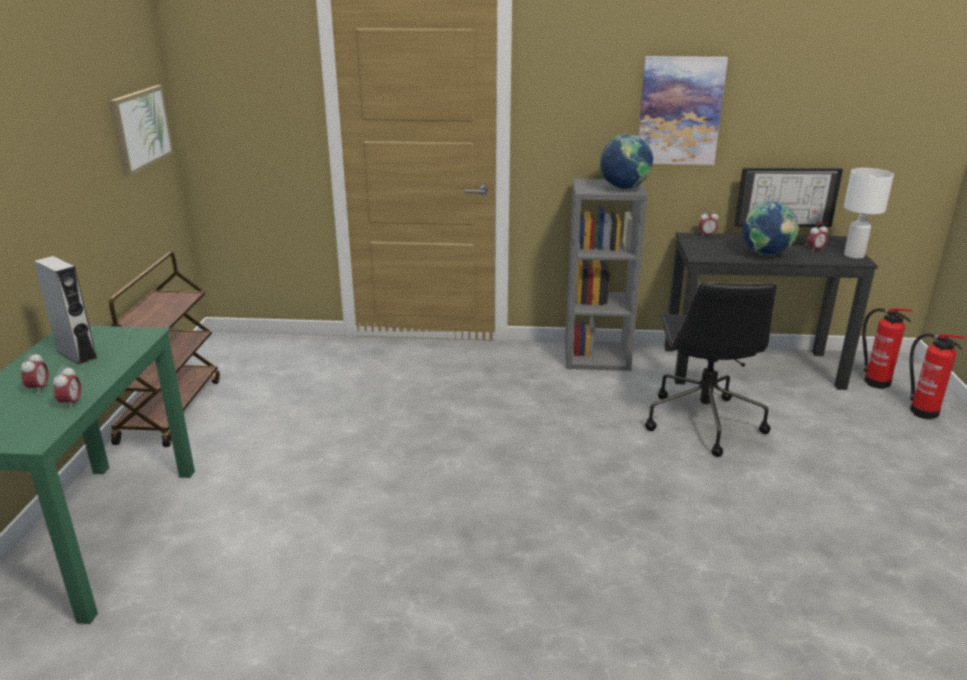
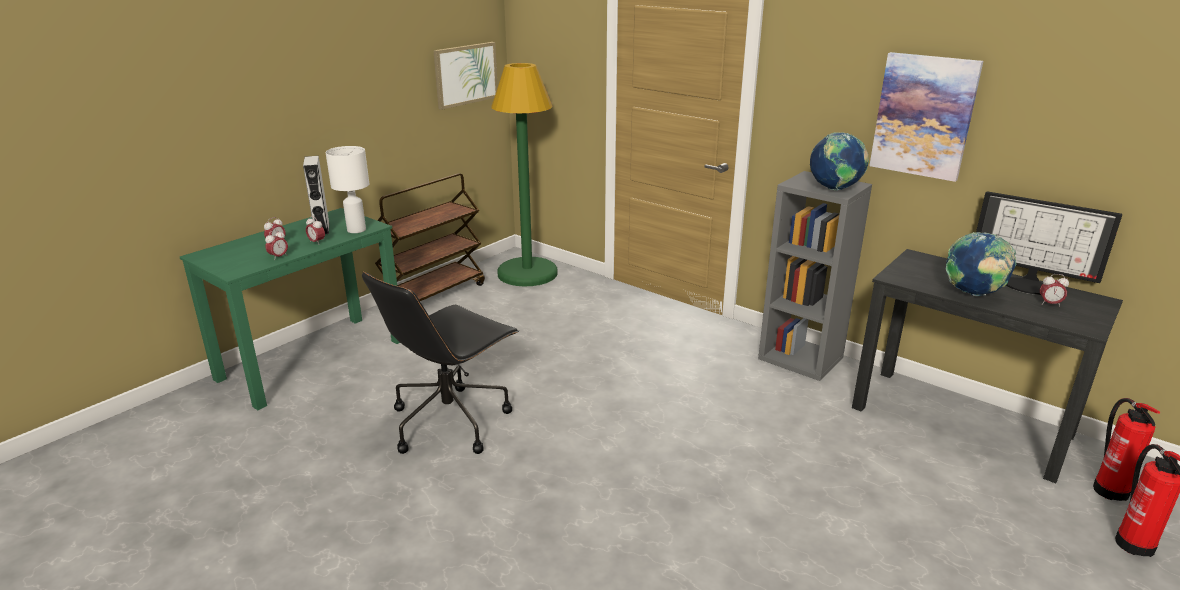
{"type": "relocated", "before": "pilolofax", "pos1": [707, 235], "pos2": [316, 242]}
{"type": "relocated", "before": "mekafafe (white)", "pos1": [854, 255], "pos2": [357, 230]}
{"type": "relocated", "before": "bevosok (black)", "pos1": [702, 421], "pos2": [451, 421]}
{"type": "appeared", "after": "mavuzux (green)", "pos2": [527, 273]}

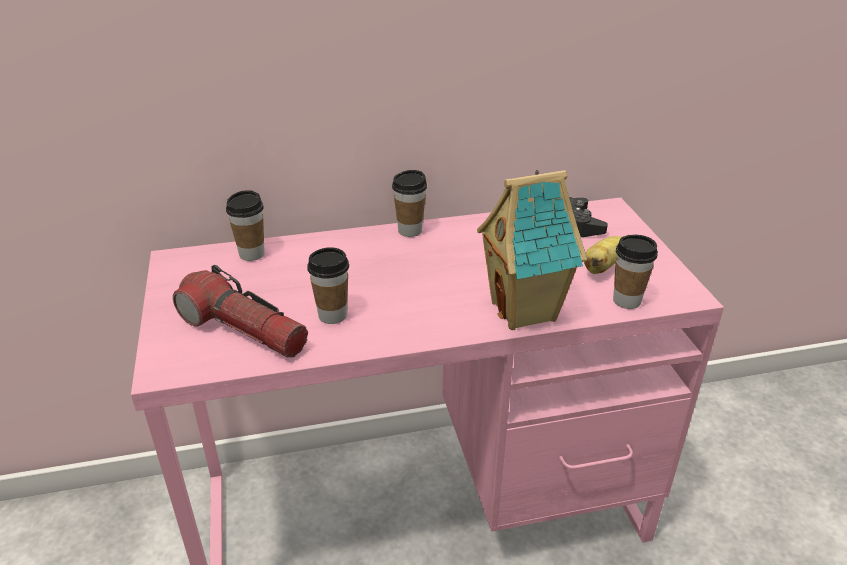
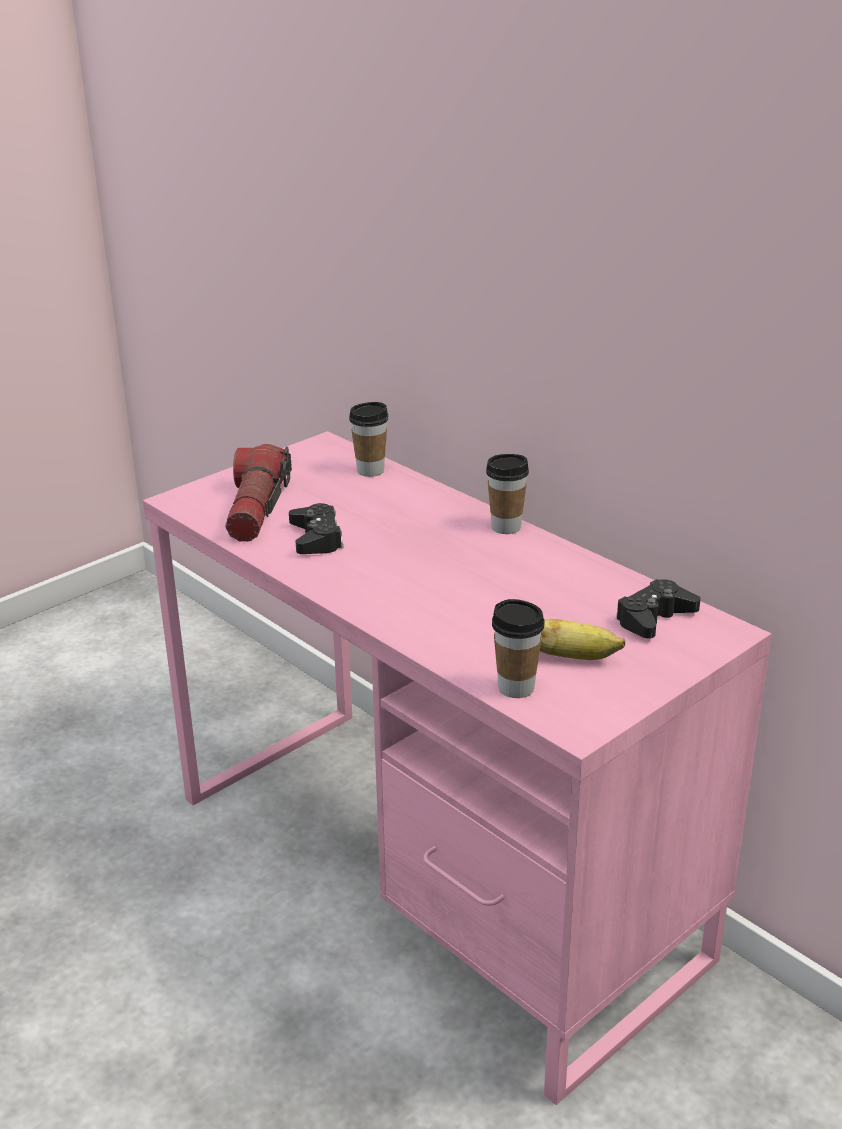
{"type": "exchanged", "before": "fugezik", "after": "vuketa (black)", "pos1": [332, 315], "pos2": [316, 538]}
{"type": "missing", "before": "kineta", "pos1": [526, 311]}

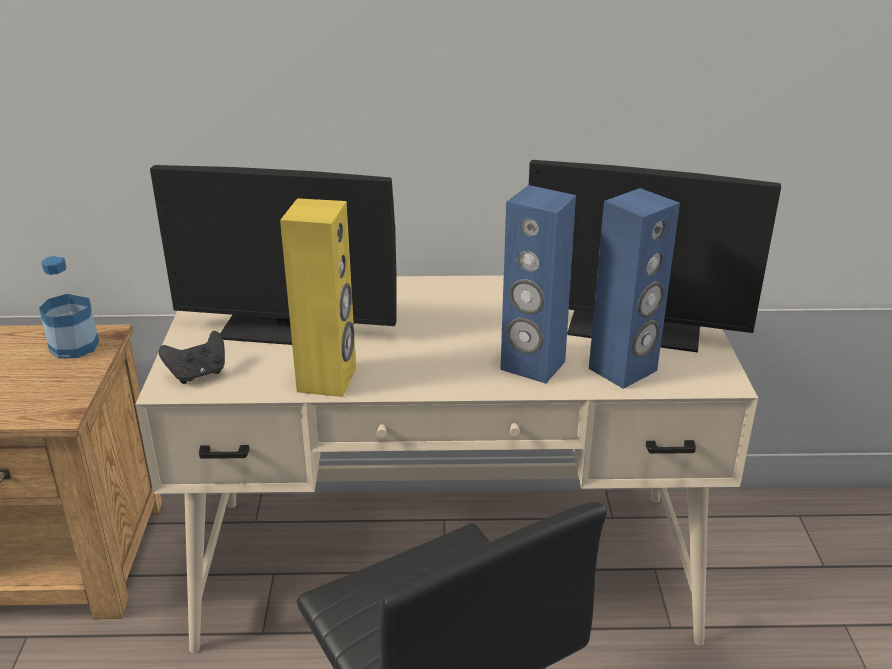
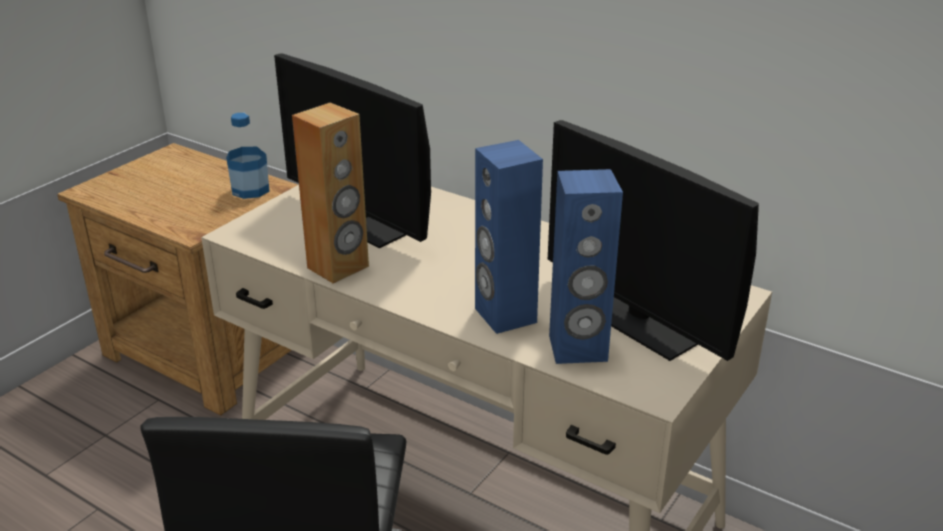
{"type": "colour", "before": "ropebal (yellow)", "after": "ropebal (brown)", "pos1": [328, 380], "pos2": [338, 267]}
{"type": "missing", "before": "vuketa (black)", "pos1": [198, 374]}

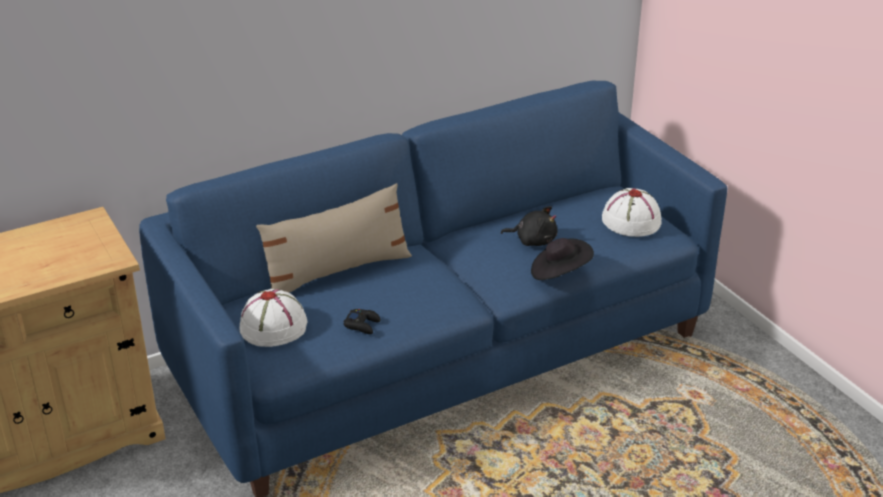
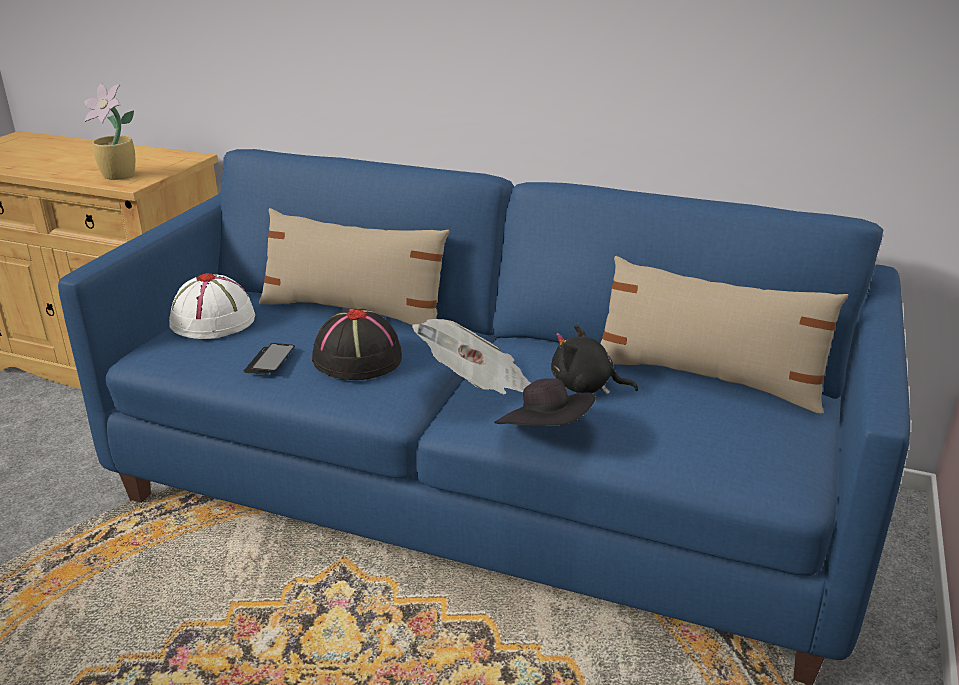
{"type": "appeared", "after": "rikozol", "pos2": [119, 176]}
{"type": "exchanged", "before": "vuketa (black)", "after": "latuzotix", "pos1": [362, 325], "pos2": [269, 360]}
{"type": "appeared", "after": "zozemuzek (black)", "pos2": [356, 358]}
{"type": "appeared", "after": "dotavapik", "pos2": [477, 386]}
{"type": "spun", "before": "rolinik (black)", "pos1": [533, 240], "pos2": [586, 386], "turn": 135}
{"type": "appeared", "after": "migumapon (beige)", "pos2": [707, 378]}
{"type": "missing", "before": "zozemuzek (white)", "pos1": [630, 221]}

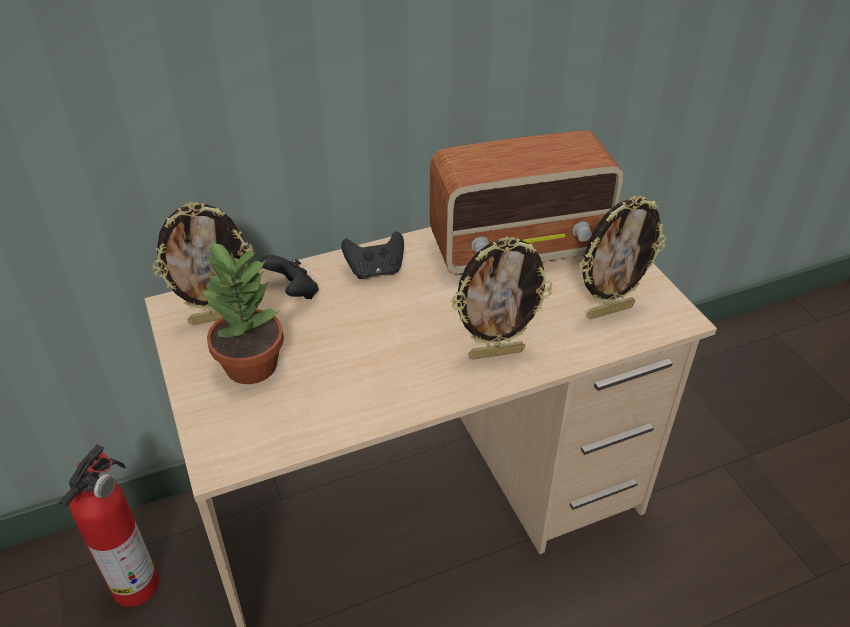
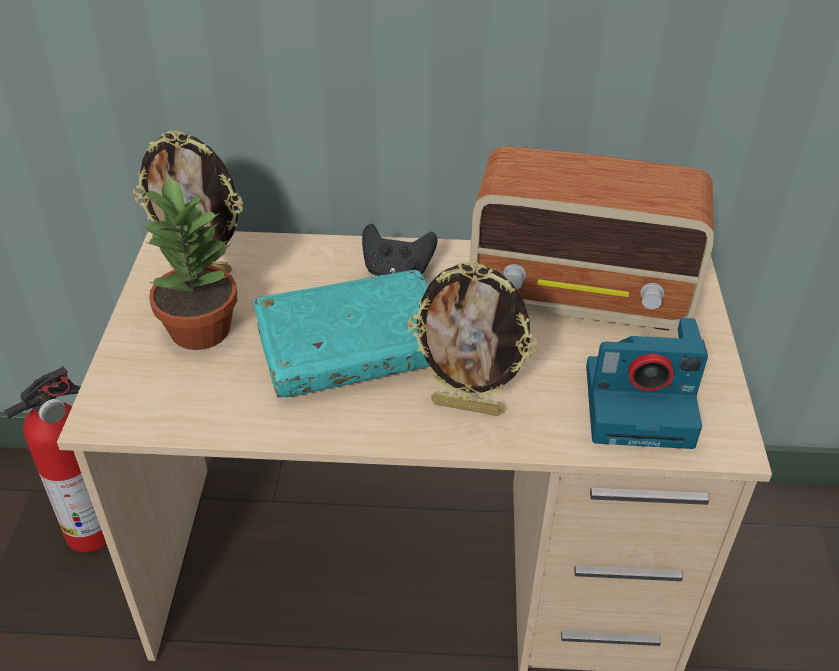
{"type": "appeared", "after": "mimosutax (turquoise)", "pos2": [352, 348]}
{"type": "exchanged", "before": "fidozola", "after": "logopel", "pos1": [609, 310], "pos2": [641, 404]}
{"type": "missing", "before": "vuketa (black)", "pos1": [294, 292]}

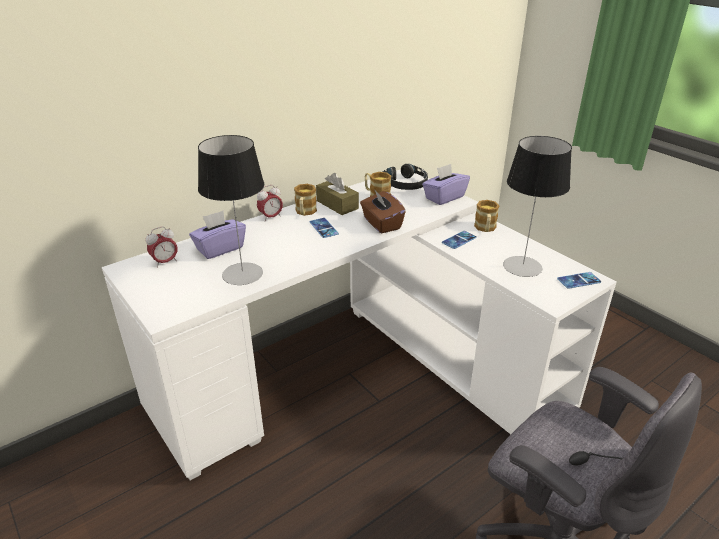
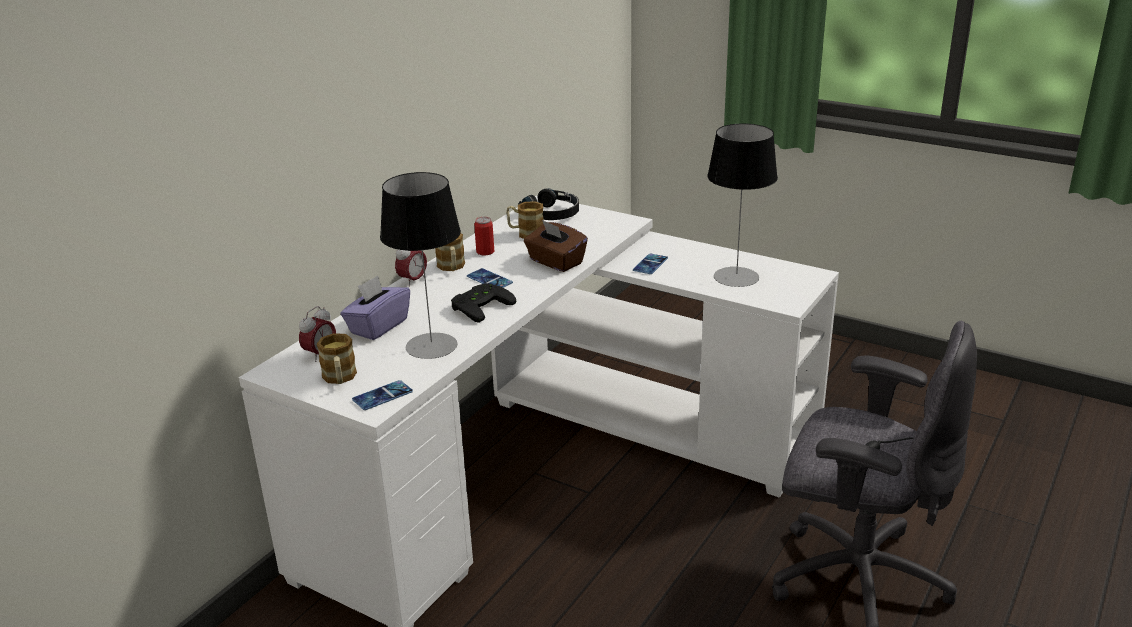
{"type": "relocated", "before": "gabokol", "pos1": [485, 229], "pos2": [340, 379]}
{"type": "relocated", "before": "latuzotix", "pos1": [579, 280], "pos2": [382, 396]}
{"type": "appeared", "after": "vuketa (black)", "pos2": [479, 305]}
{"type": "exchanged", "before": "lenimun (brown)", "after": "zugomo", "pos1": [337, 205], "pos2": [485, 252]}
{"type": "missing", "before": "lenimun (purple)", "pos1": [444, 197]}

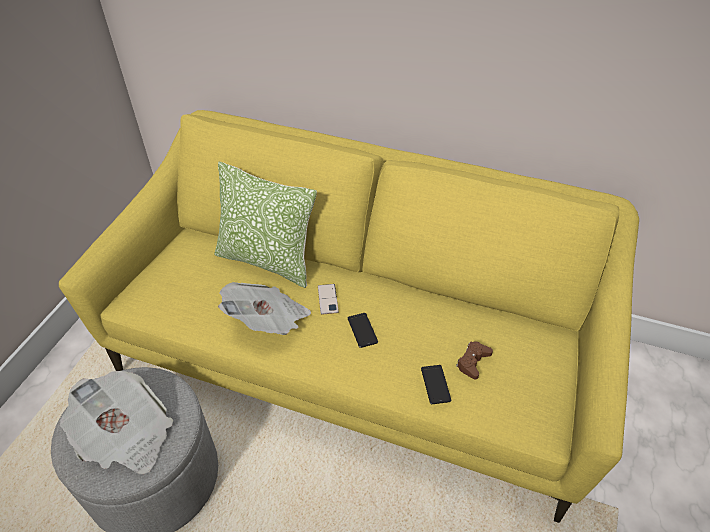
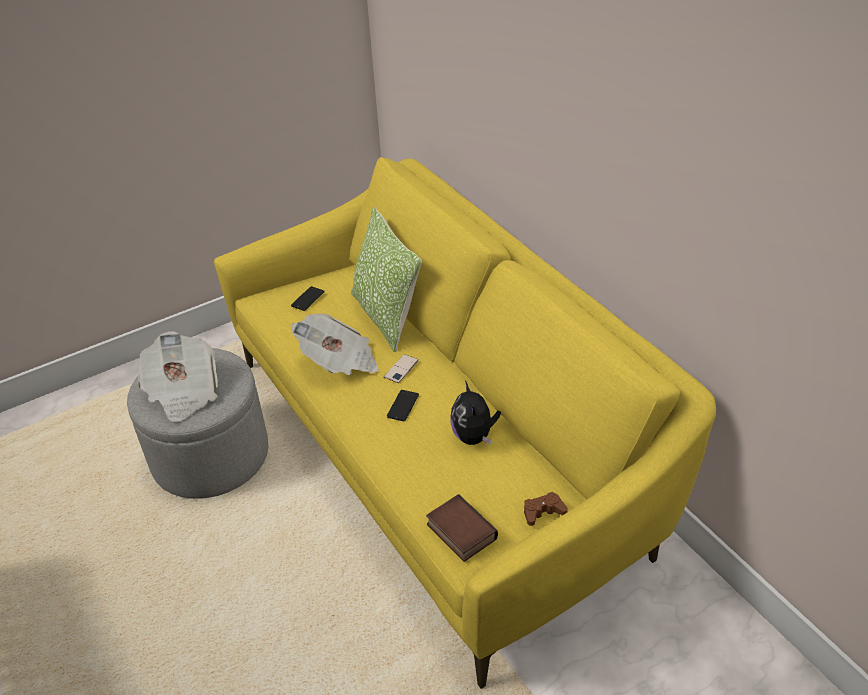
{"type": "relocated", "before": "latuzotix", "pos1": [435, 384], "pos2": [308, 299]}
{"type": "appeared", "after": "mimosutax", "pos2": [459, 532]}
{"type": "appeared", "after": "rolinik", "pos2": [474, 436]}
{"type": "relocated", "before": "vuketa (brown)", "pos1": [473, 362], "pos2": [543, 512]}

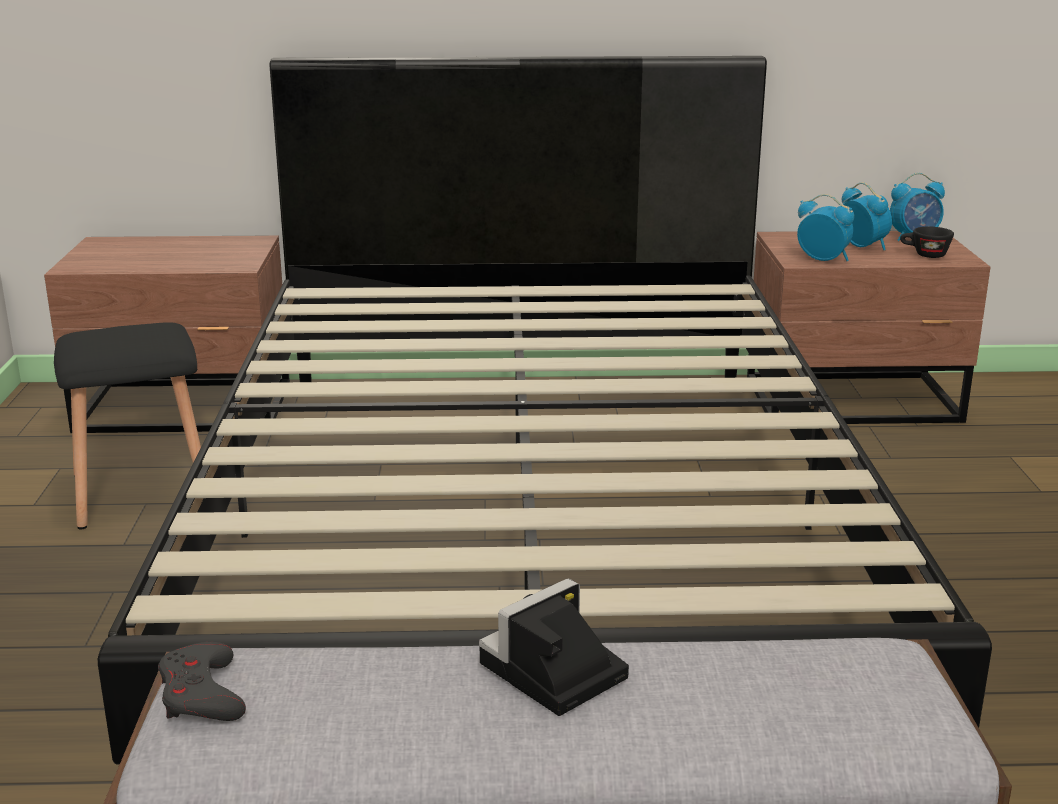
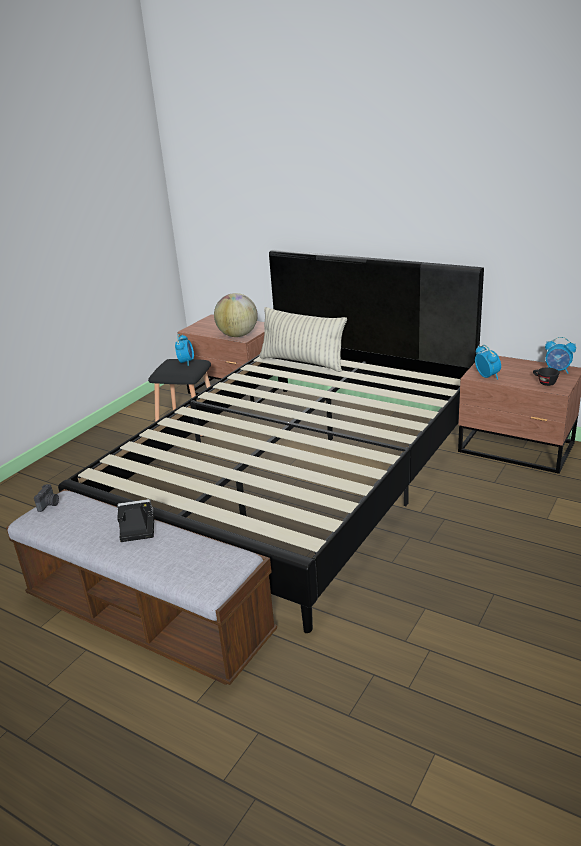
{"type": "exchanged", "before": "vuketa (grey)", "after": "logopel", "pos1": [201, 694], "pos2": [49, 504]}
{"type": "relocated", "before": "pilolofax", "pos1": [863, 246], "pos2": [186, 362]}
{"type": "appeared", "after": "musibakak", "pos2": [238, 335]}
{"type": "appeared", "after": "migumapon", "pos2": [302, 362]}

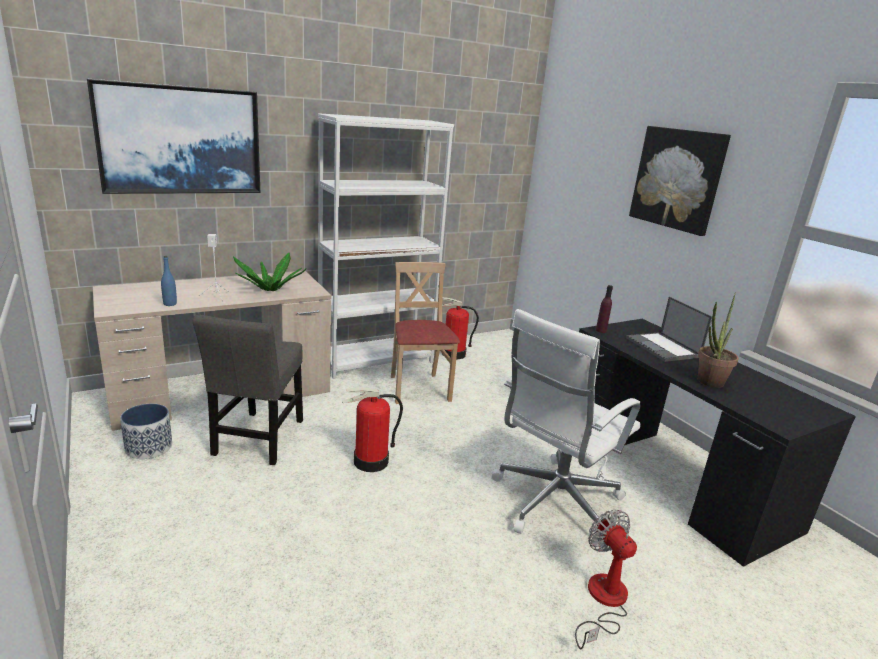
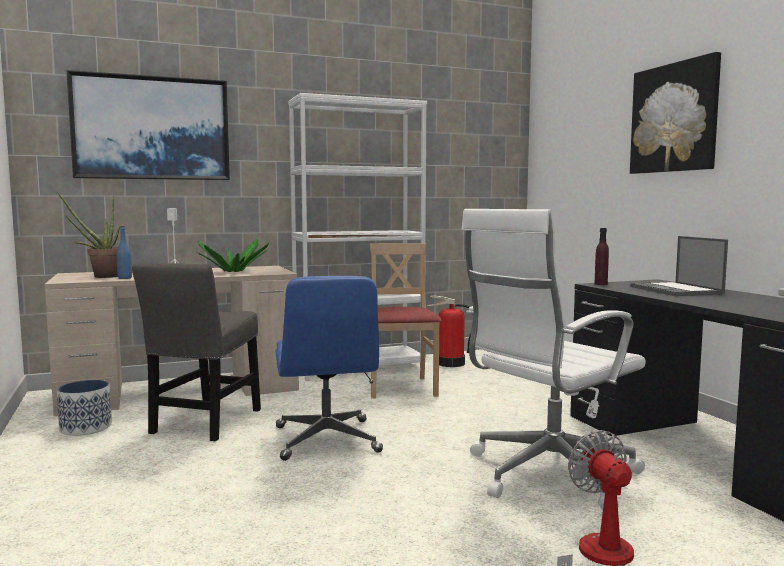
{"type": "relocated", "before": "rikozol", "pos1": [707, 383], "pos2": [100, 277]}
{"type": "exchanged", "before": "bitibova", "after": "bevosok (blue)", "pos1": [371, 462], "pos2": [327, 440]}

